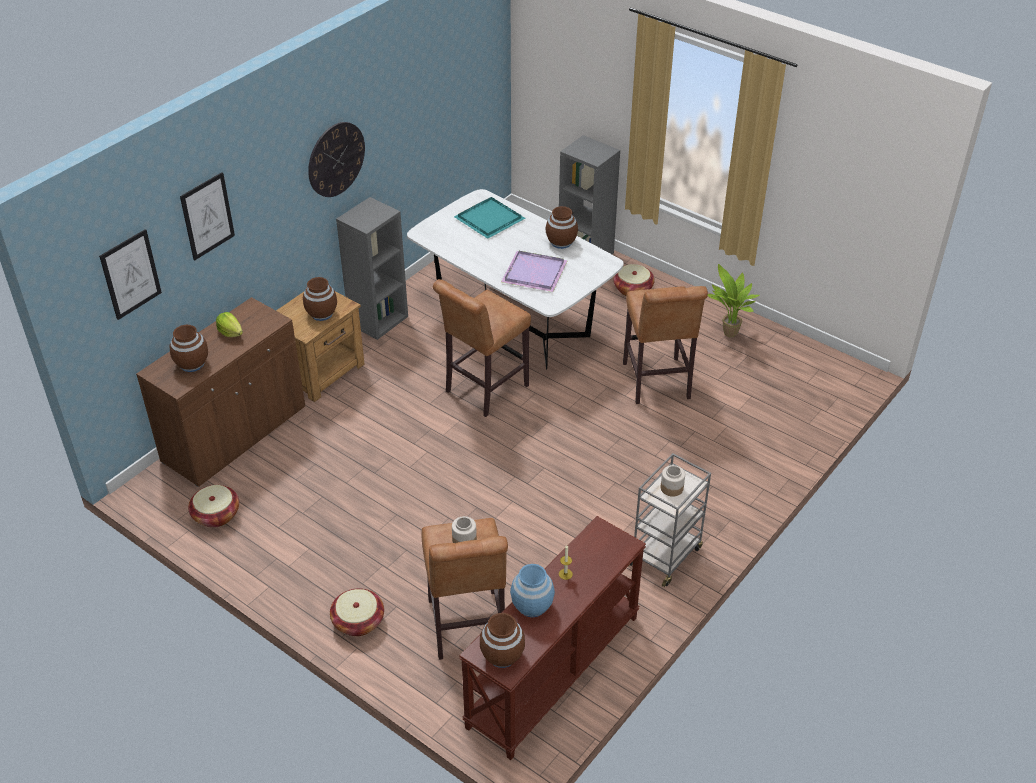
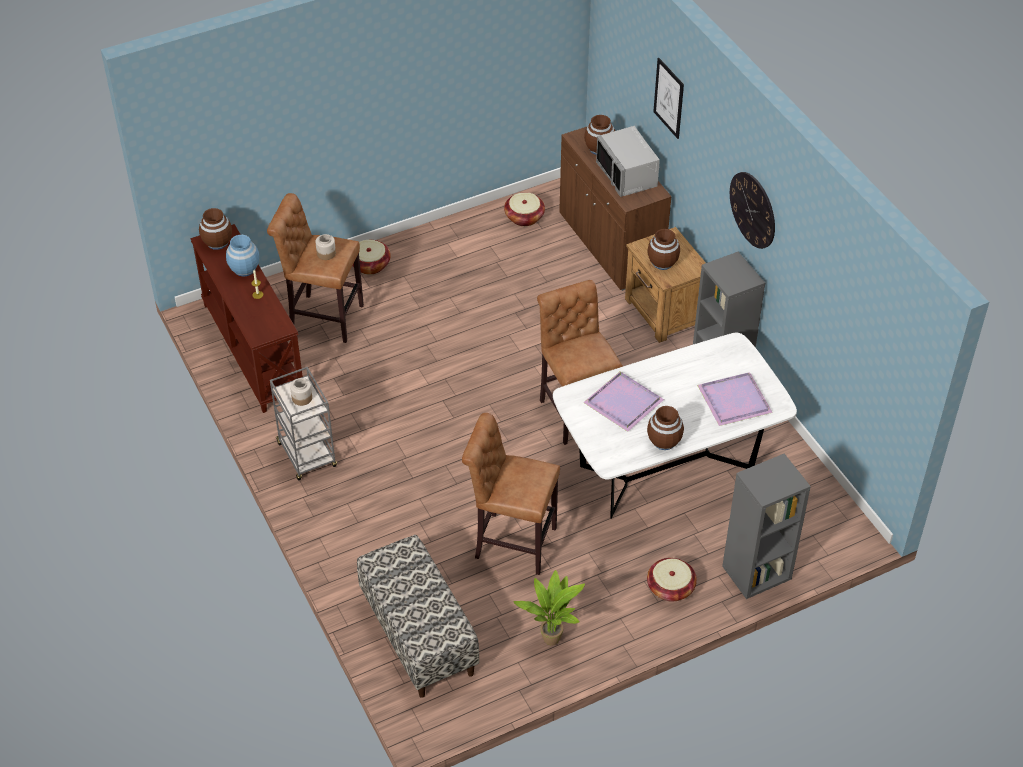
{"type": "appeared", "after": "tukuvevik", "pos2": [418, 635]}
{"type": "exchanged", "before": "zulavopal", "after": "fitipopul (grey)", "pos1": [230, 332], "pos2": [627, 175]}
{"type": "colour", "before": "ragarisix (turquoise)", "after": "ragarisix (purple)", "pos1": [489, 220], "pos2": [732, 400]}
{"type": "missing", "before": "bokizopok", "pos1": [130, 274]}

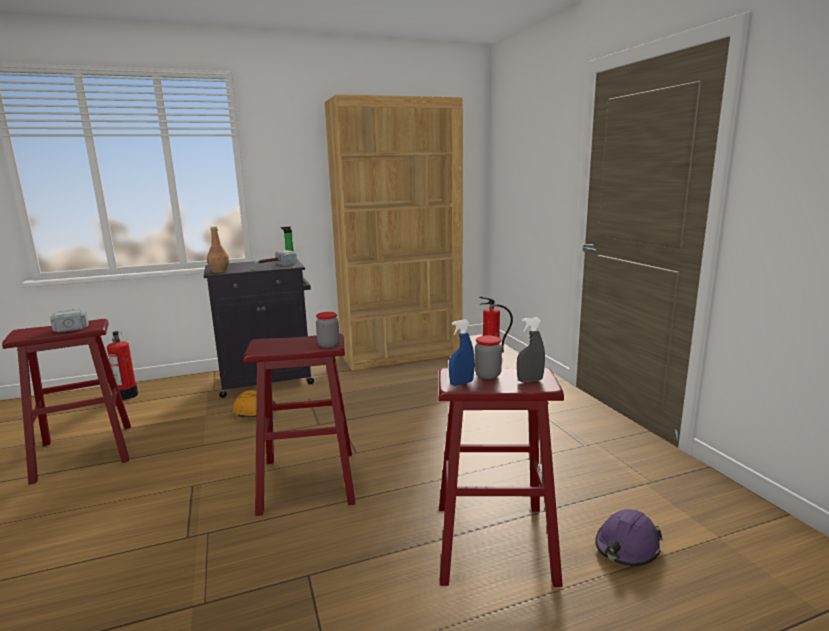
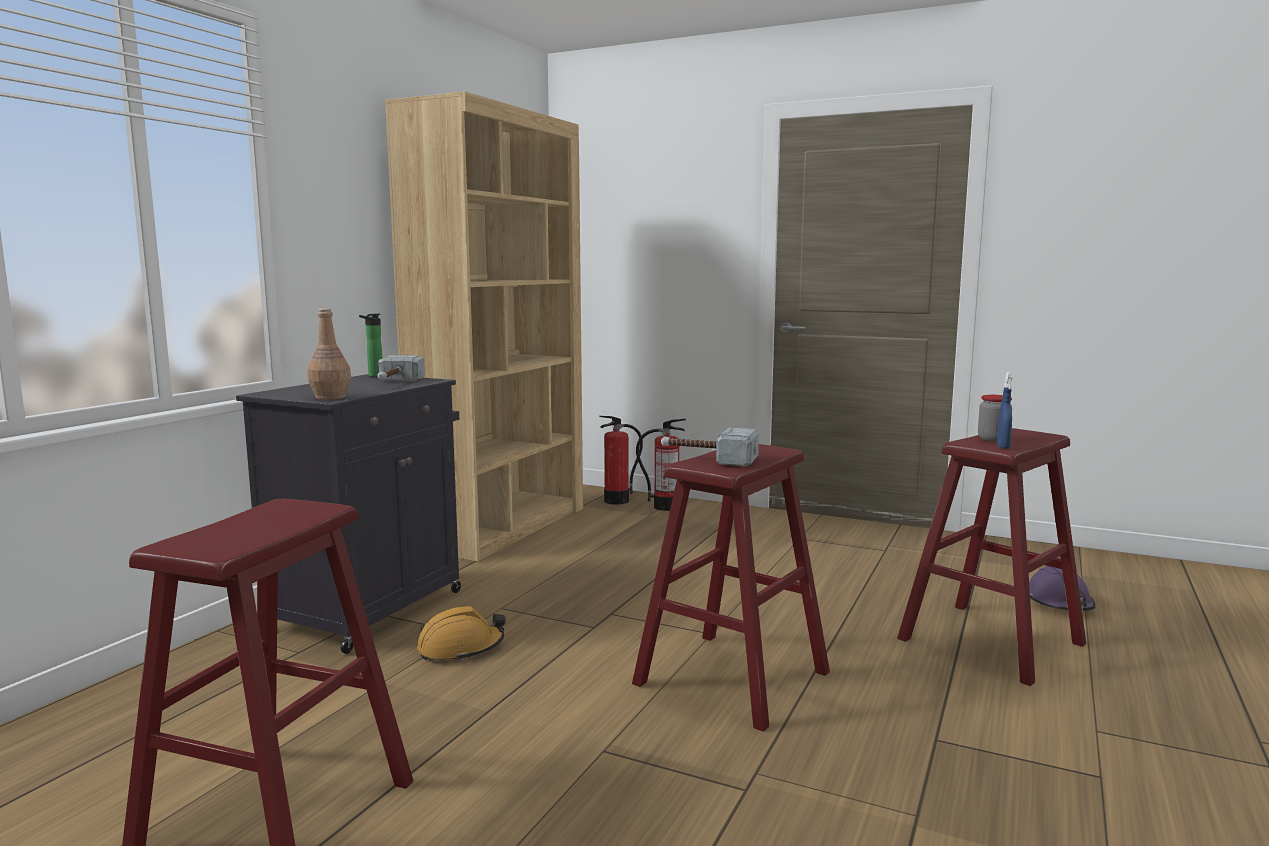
{"type": "relocated", "before": "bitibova", "pos1": [127, 395], "pos2": [666, 507]}
{"type": "relocated", "before": "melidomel", "pos1": [73, 324], "pos2": [708, 459]}
{"type": "missing", "before": "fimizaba", "pos1": [328, 345]}
{"type": "missing", "before": "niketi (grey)", "pos1": [530, 380]}

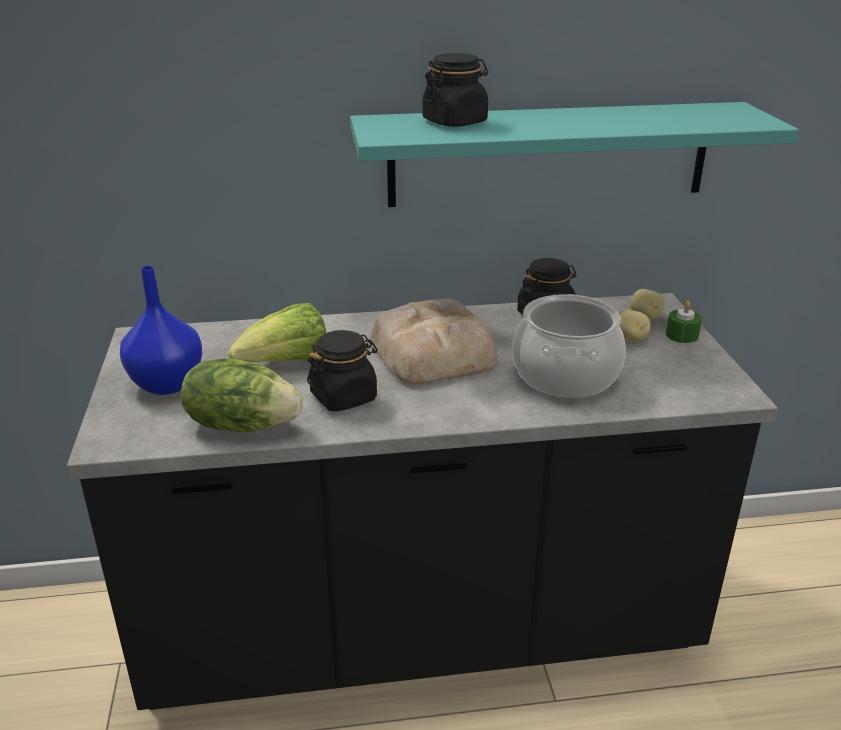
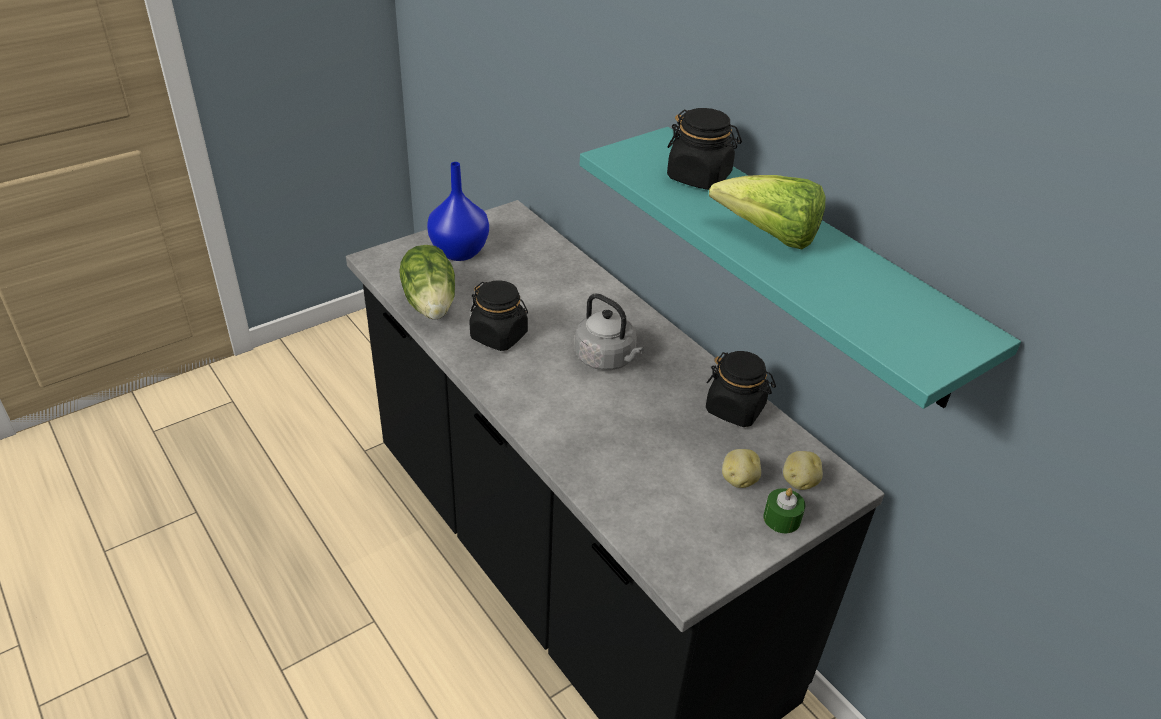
{"type": "exchanged", "before": "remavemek", "after": "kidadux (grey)", "pos1": [434, 351], "pos2": [607, 359]}
{"type": "relocated", "before": "zulavopal", "pos1": [286, 364], "pos2": [769, 236]}
{"type": "missing", "before": "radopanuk", "pos1": [564, 374]}

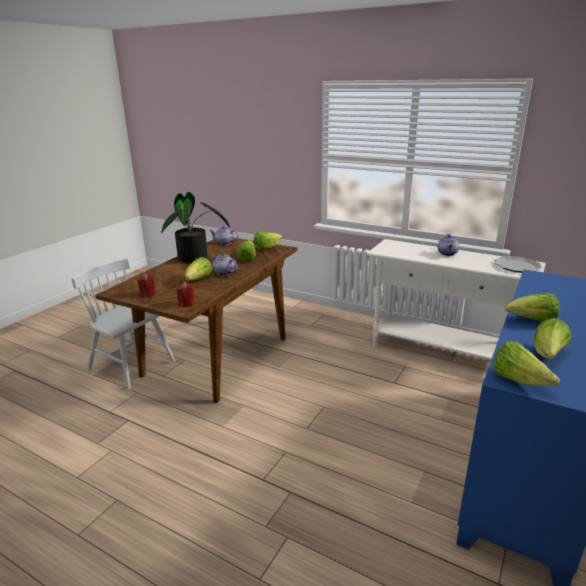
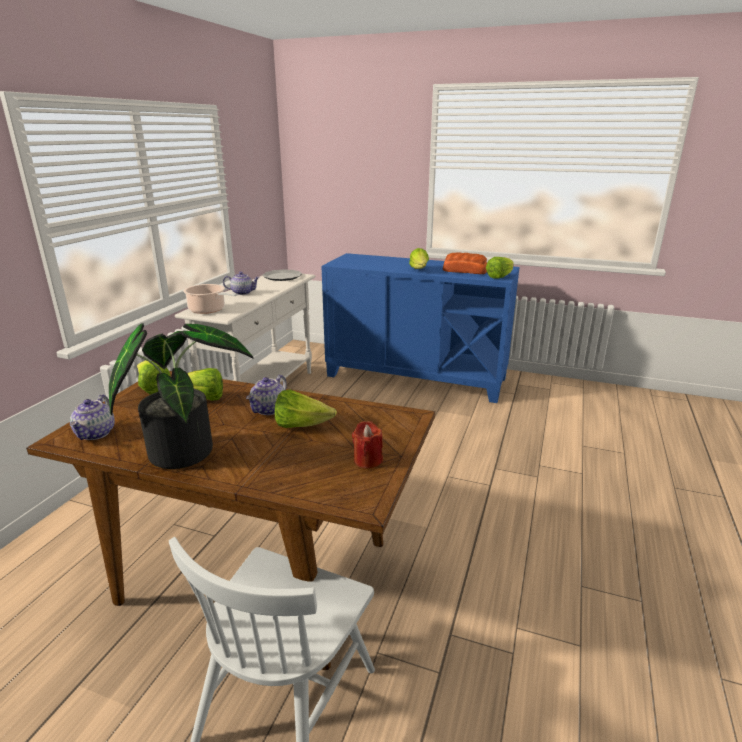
{"type": "appeared", "after": "radopanuk", "pos2": [209, 310]}
{"type": "exchanged", "before": "zulavopal", "after": "remavemek", "pos1": [548, 355], "pos2": [464, 271]}
{"type": "missing", "before": "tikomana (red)", "pos1": [186, 304]}

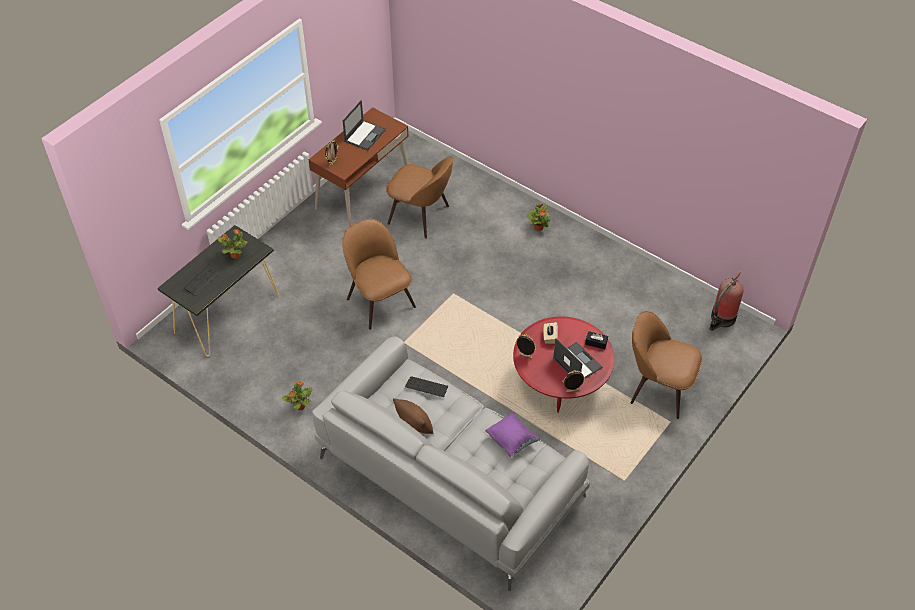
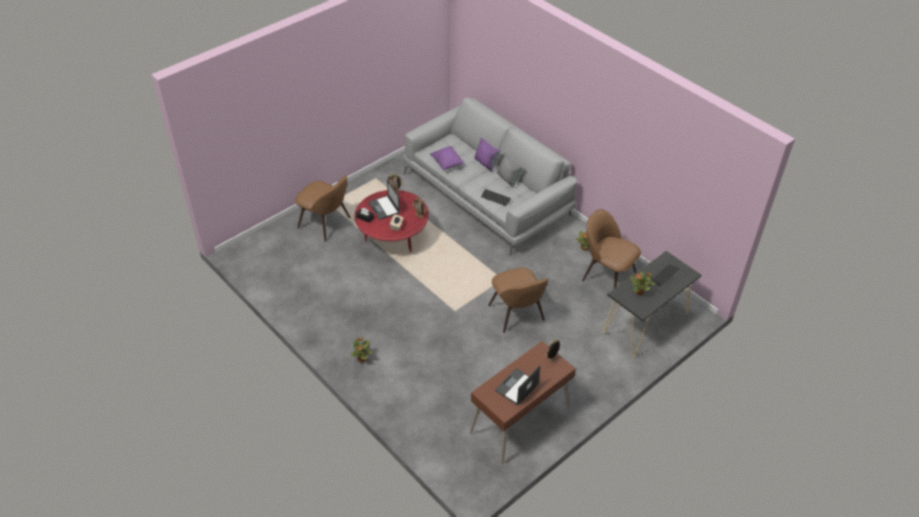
{"type": "appeared", "after": "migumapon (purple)", "pos2": [486, 163]}
{"type": "colour", "before": "migumapon (brown)", "after": "migumapon (grey)", "pos1": [414, 425], "pos2": [508, 179]}
{"type": "relocated", "before": "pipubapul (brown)", "pos1": [421, 216], "pos2": [606, 275]}
{"type": "missing", "before": "bitibova", "pos1": [722, 319]}

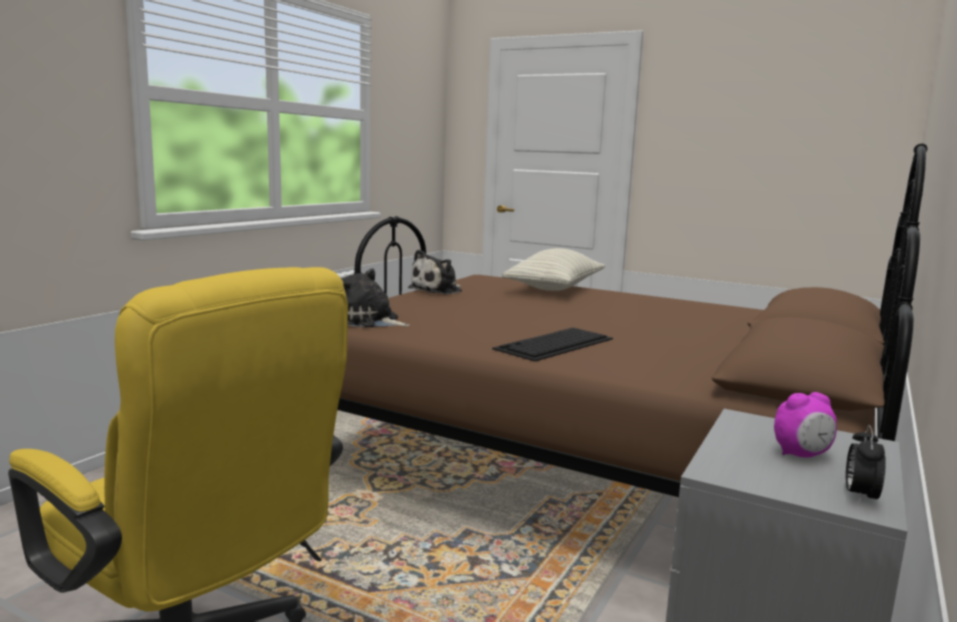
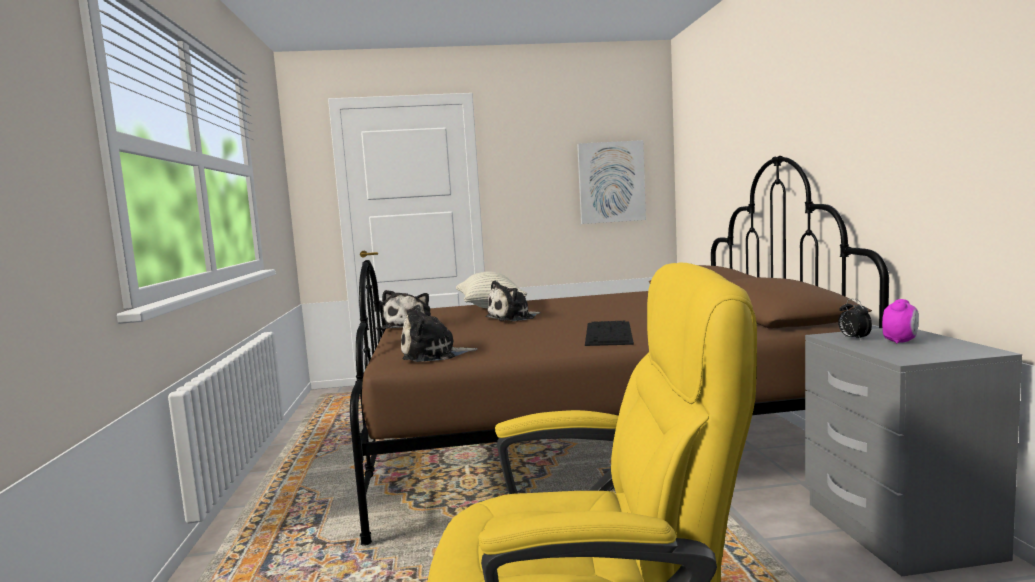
{"type": "appeared", "after": "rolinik", "pos2": [513, 318]}
{"type": "appeared", "after": "bokizopok", "pos2": [611, 182]}
{"type": "relocated", "before": "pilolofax", "pos1": [859, 496], "pos2": [853, 339]}

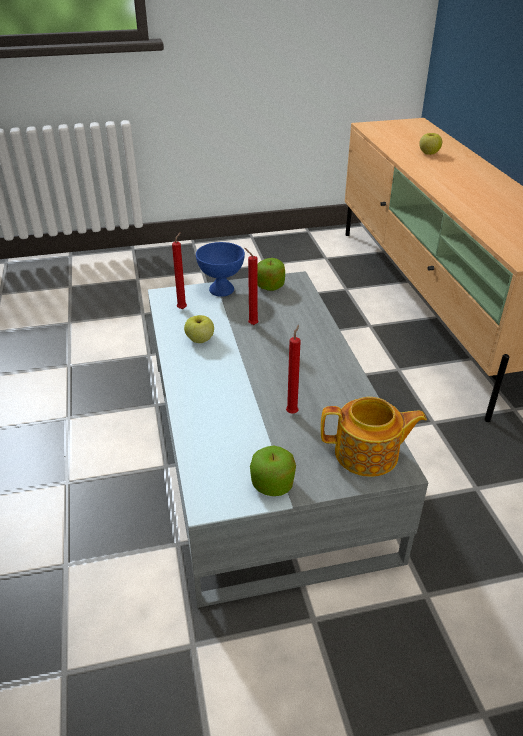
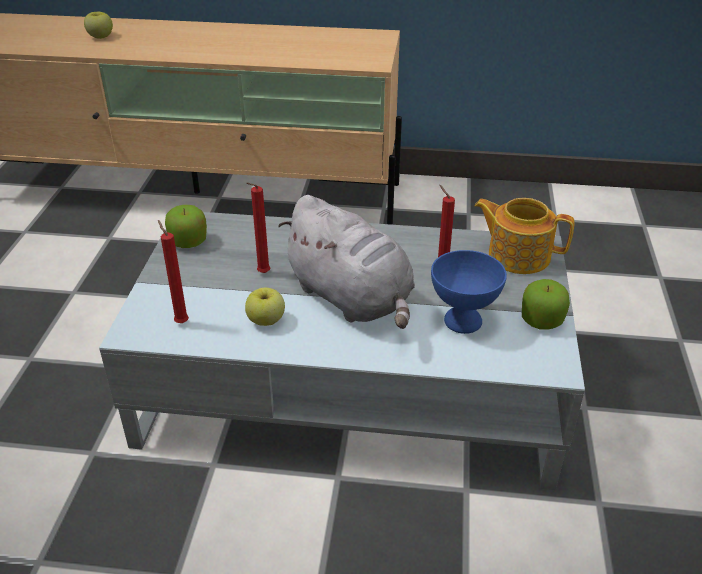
{"type": "appeared", "after": "rolinik (grey)", "pos2": [352, 298]}
{"type": "relocated", "before": "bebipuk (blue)", "pos1": [221, 290], "pos2": [464, 322]}
{"type": "spun", "before": "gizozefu", "pos1": [368, 454], "pos2": [517, 255], "turn": -90}

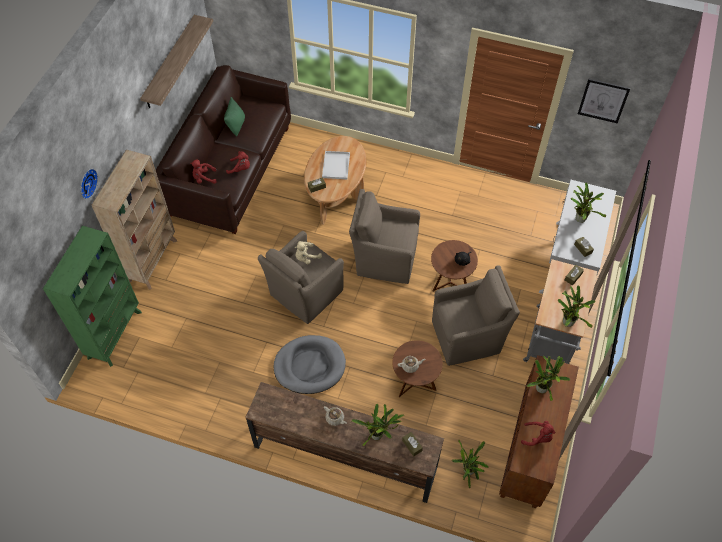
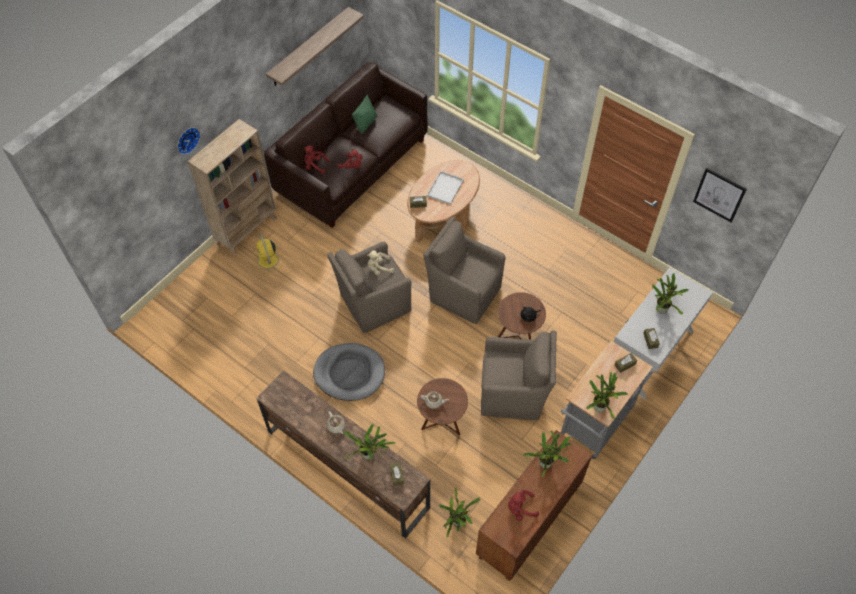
{"type": "appeared", "after": "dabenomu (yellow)", "pos2": [268, 261]}
{"type": "spun", "before": "rolinik (red)", "pos1": [537, 437], "pos2": [520, 508], "turn": 135}
{"type": "missing", "before": "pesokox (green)", "pos1": [115, 334]}

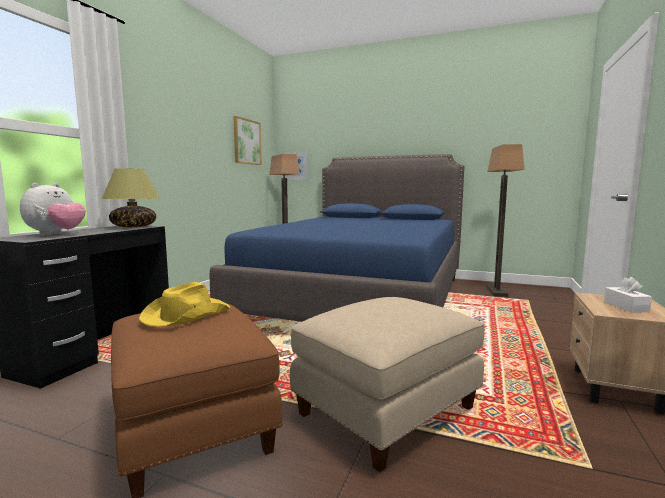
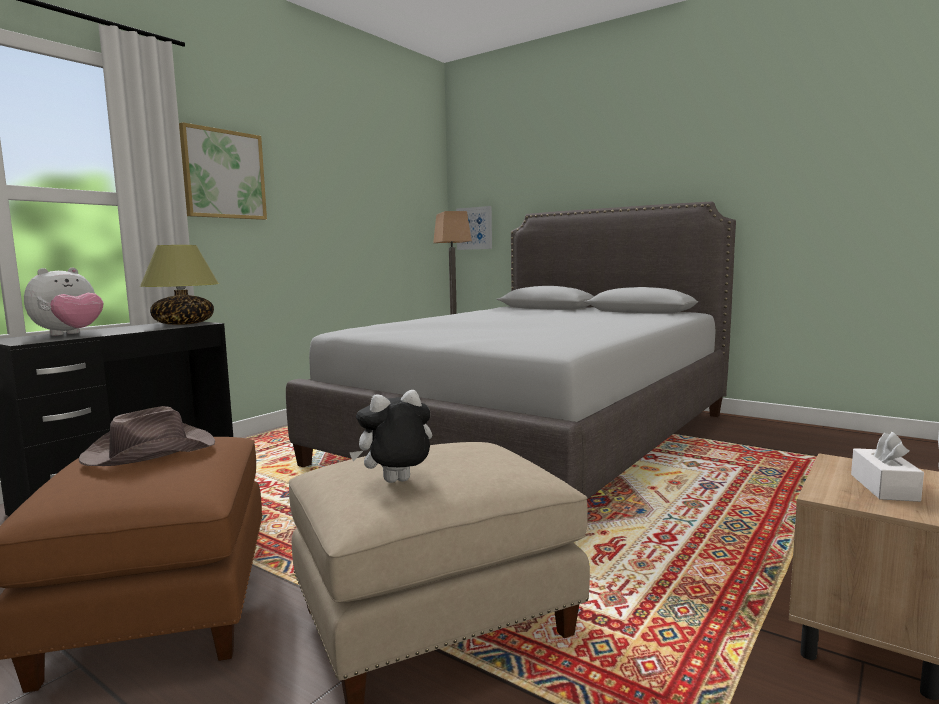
{"type": "colour", "before": "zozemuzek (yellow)", "after": "zozemuzek (brown)", "pos1": [185, 315], "pos2": [148, 452]}
{"type": "relocated", "before": "bokizopok", "pos1": [246, 142], "pos2": [223, 174]}
{"type": "colour", "before": "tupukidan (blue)", "after": "tupukidan (grey)", "pos1": [360, 298], "pos2": [534, 437]}
{"type": "appeared", "after": "rolinik", "pos2": [396, 483]}
{"type": "missing", "before": "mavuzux", "pos1": [497, 291]}

